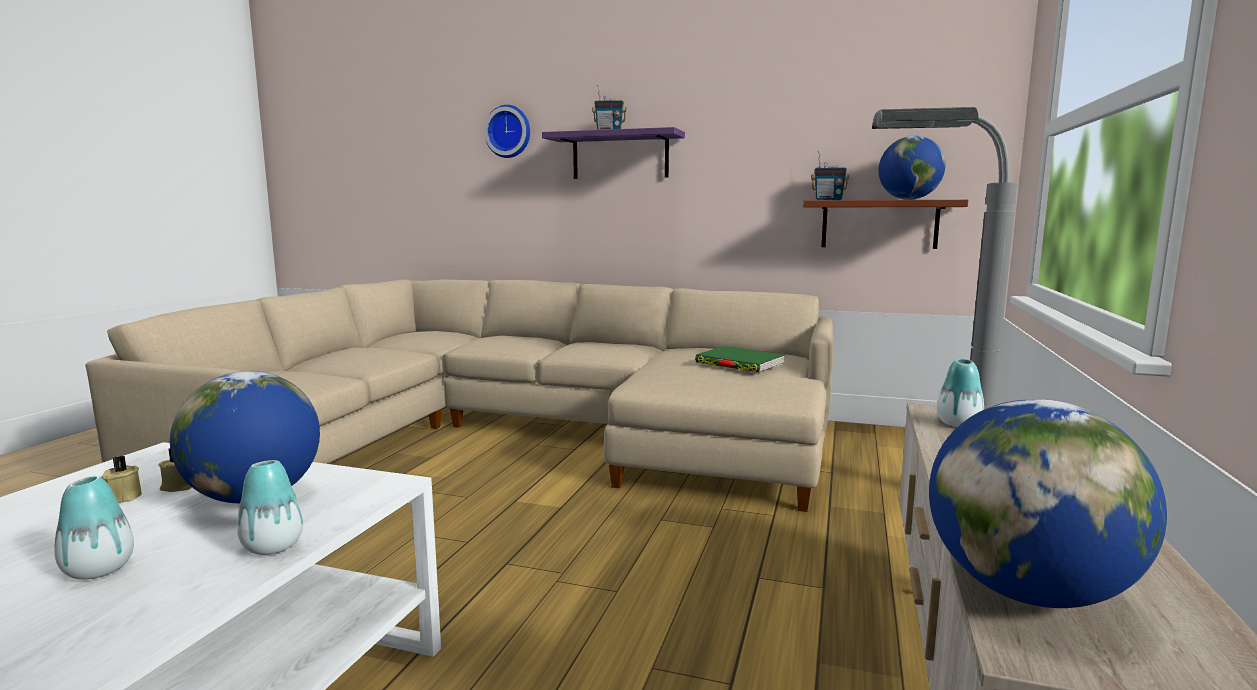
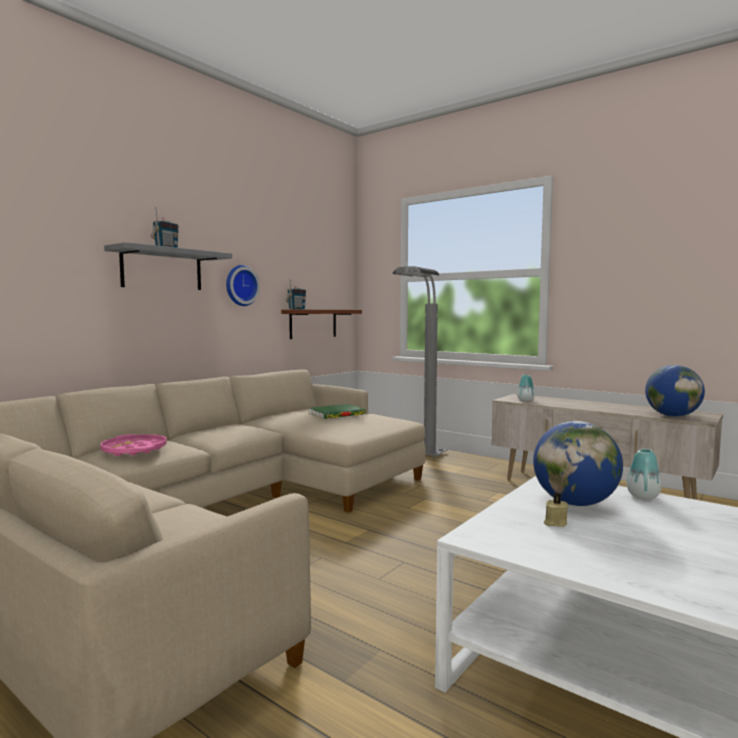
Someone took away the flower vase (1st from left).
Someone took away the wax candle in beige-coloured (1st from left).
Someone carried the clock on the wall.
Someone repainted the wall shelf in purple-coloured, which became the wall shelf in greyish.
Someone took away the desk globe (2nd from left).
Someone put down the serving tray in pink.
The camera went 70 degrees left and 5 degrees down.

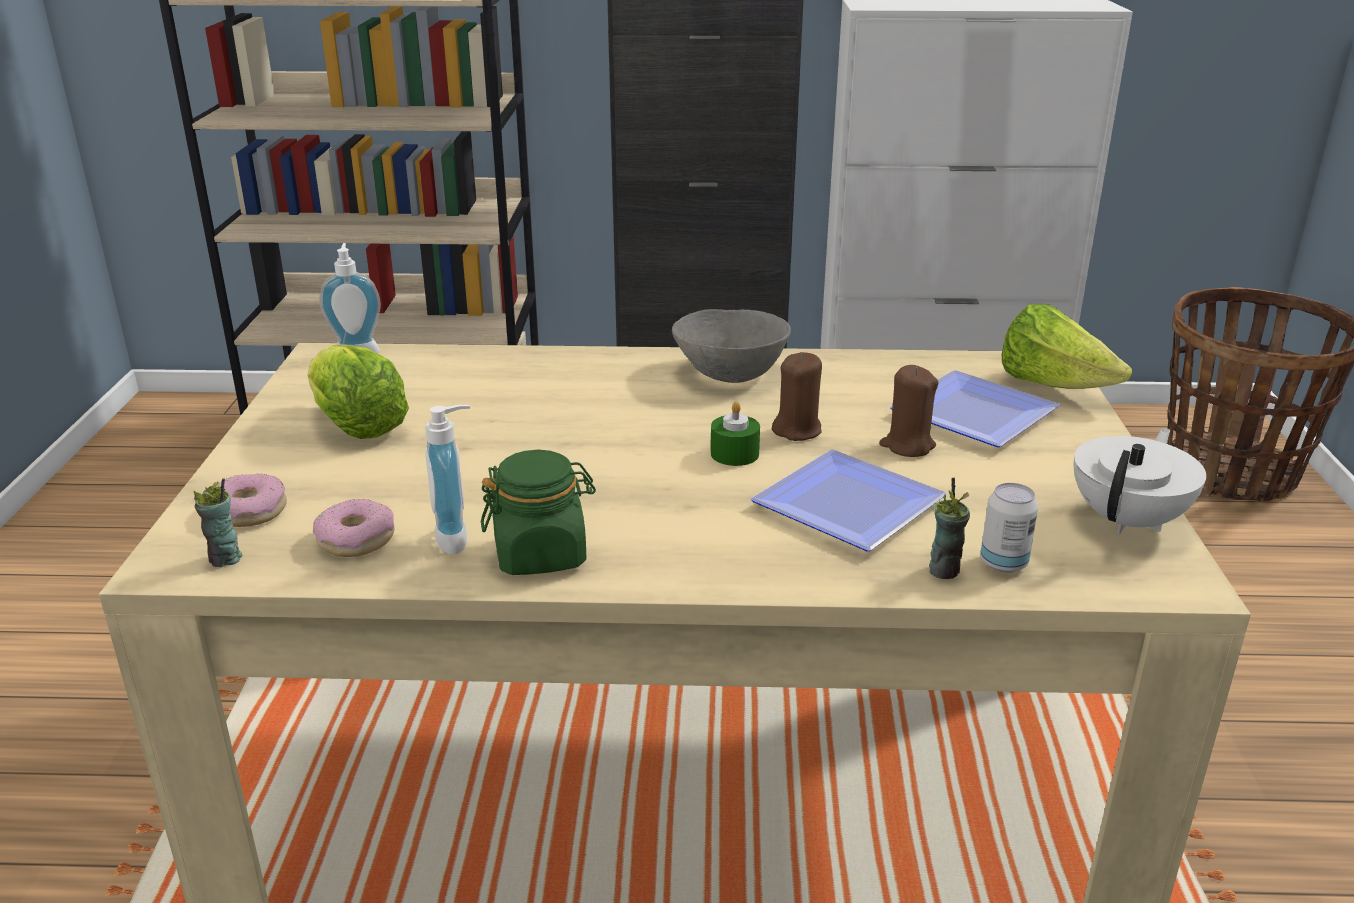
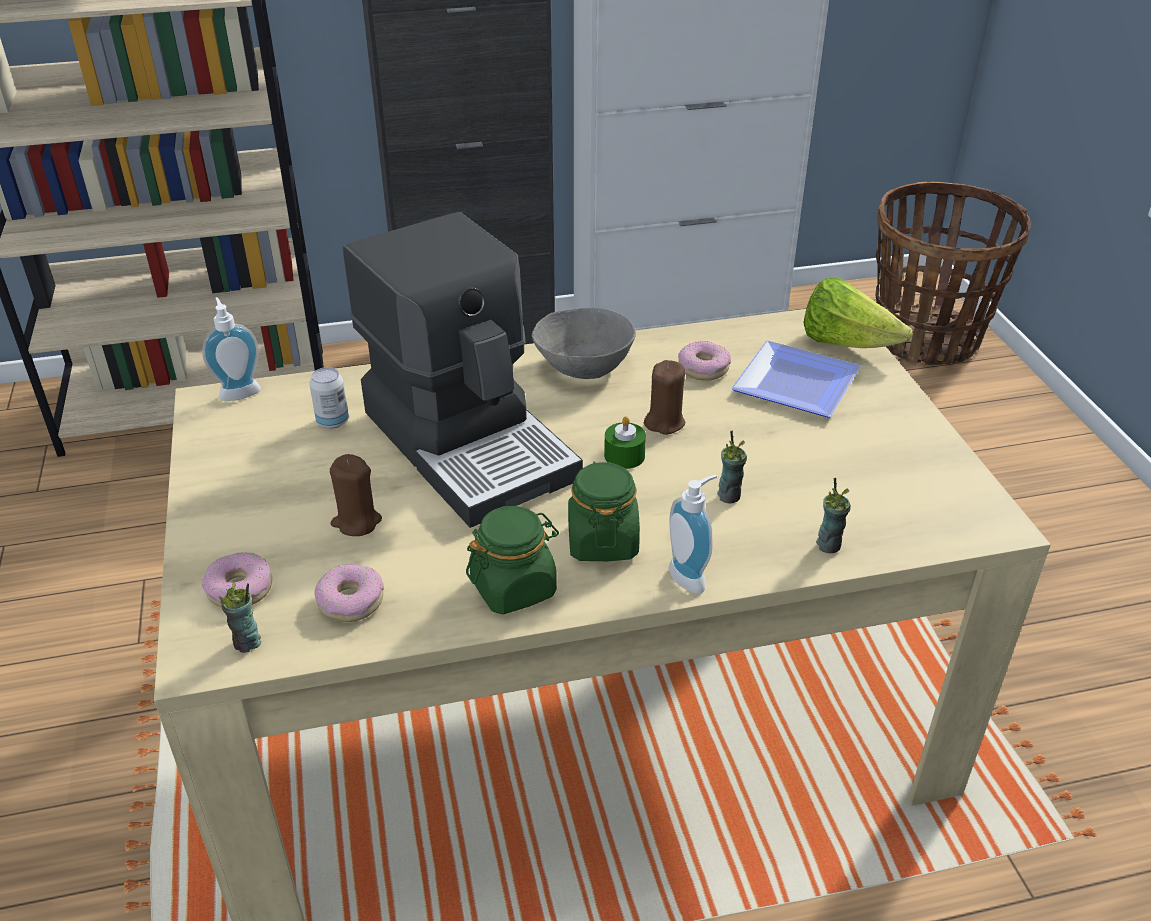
Someone took away the lettuce head (1st from left).
Someone carried the soap dispenser (2nd from left).
Someone swapped the flat dish (1st from left) for the small cup (2nd from left).
Someone carried the wax candle in brown (2nd from left in the first image).
Someone carried the sealed can.
Someone took away the tea pot in white-coloured.
Someone put down the coffee brewer.
Someone put down the preserve jar in green-coloured (2nd from left).
Someone put down the donut (3rd from left).
The camera went 15 degrees left and 10 degrees up.

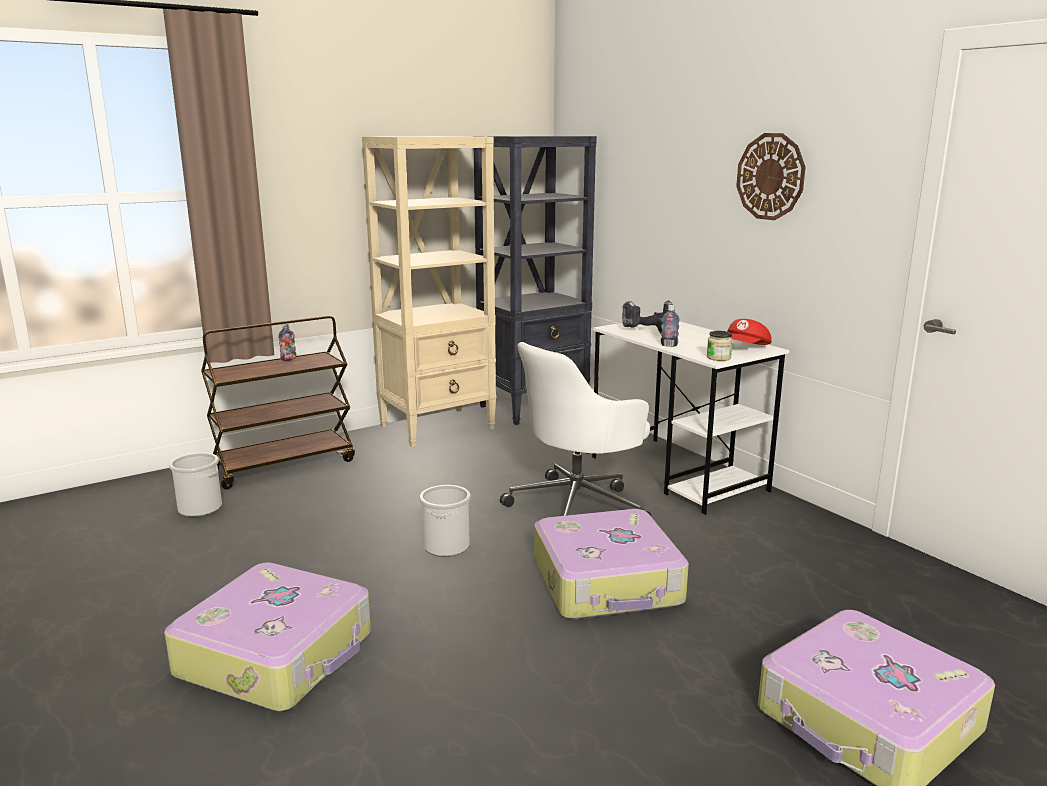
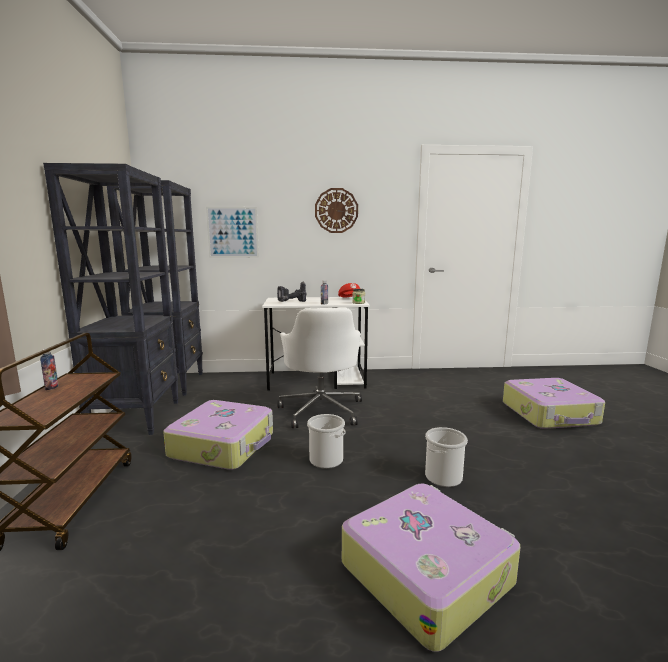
Someone carried the water bucket (1st from left in the first image).
Someone repainted the bookcase in beige-coloured, which became the bookcase in blackish (1st from left).
Someone carried the travel case (2nd from left in the first image).
Someone put up the wall picture.
The camera went 60 degrees left and 5 degrees down.

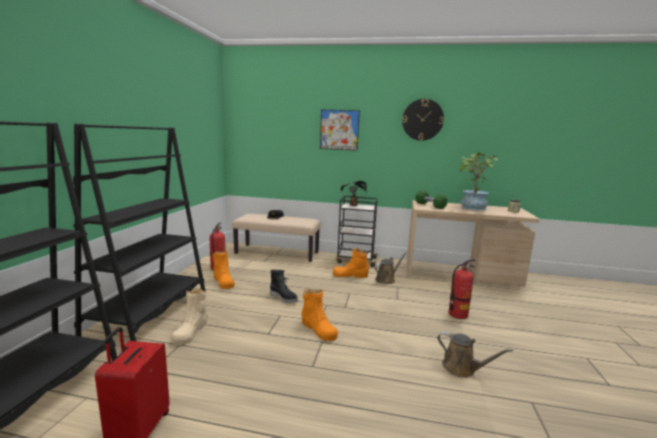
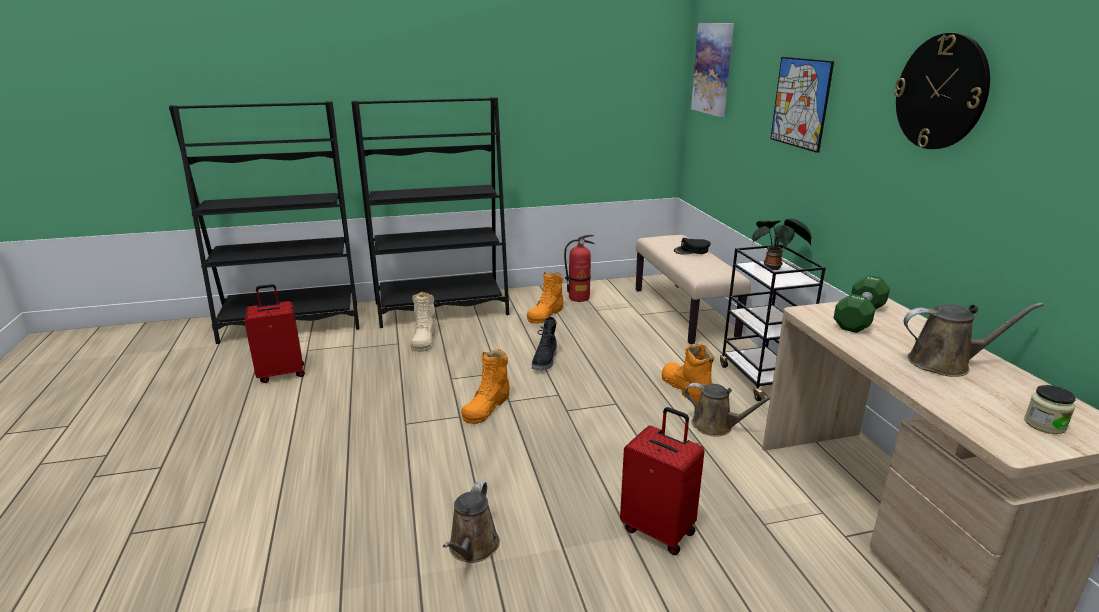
Someone rotated the boot in beige-coloured by 75 degrees counterclockwise.
Someone swapped the fire extinguisher (2nd from left) for the travel case in red (2nd from left).
Someone swapped the potted plant (2nd from left) for the watering pot in brown (3rd from left).
Someone put up the wall picture (1st from left).
The camera went 65 degrees right and 10 degrees up.

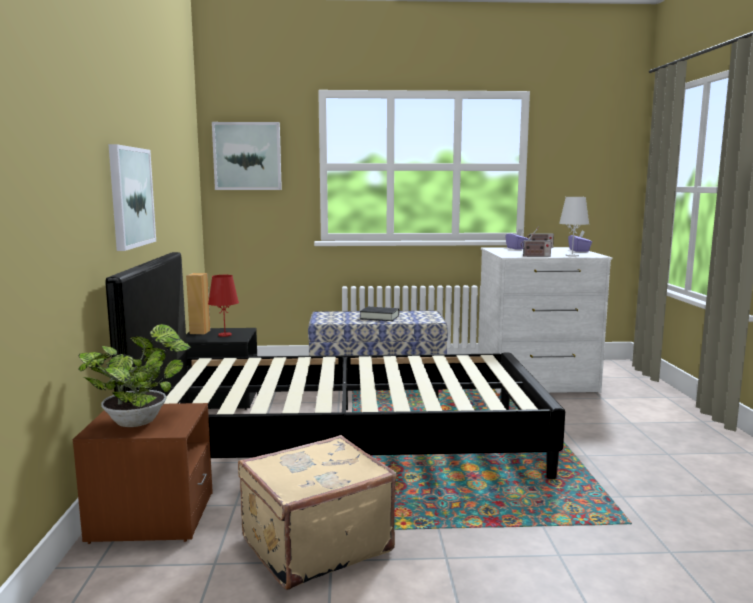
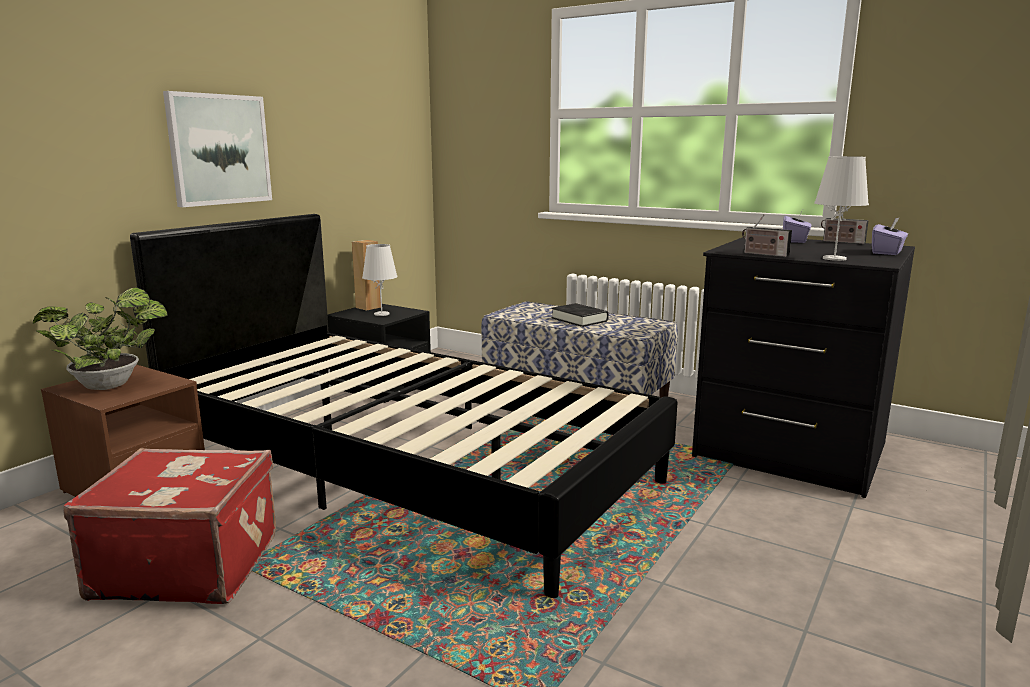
Someone repainted the lamp for a table in red, which became the lamp for a table in white-coloured (1st from left).
Someone took away the wall picture (2nd from left).
Someone repainted the travel case in beige-coloured, which became the travel case in red.
Someone repainted the dresser in white-coloured, which became the dresser in blackish.
The camera went 35 degrees right and 5 degrees up.

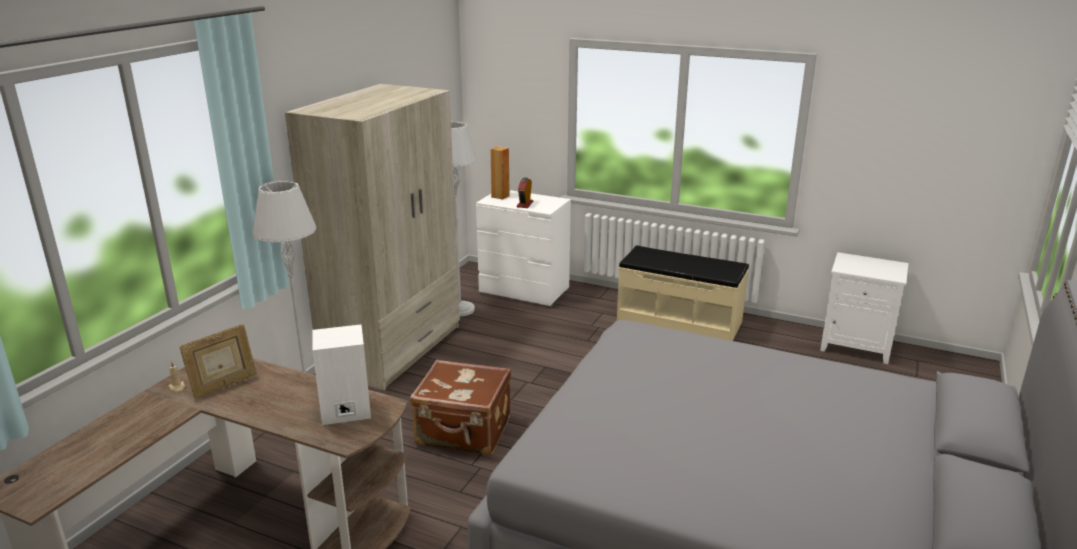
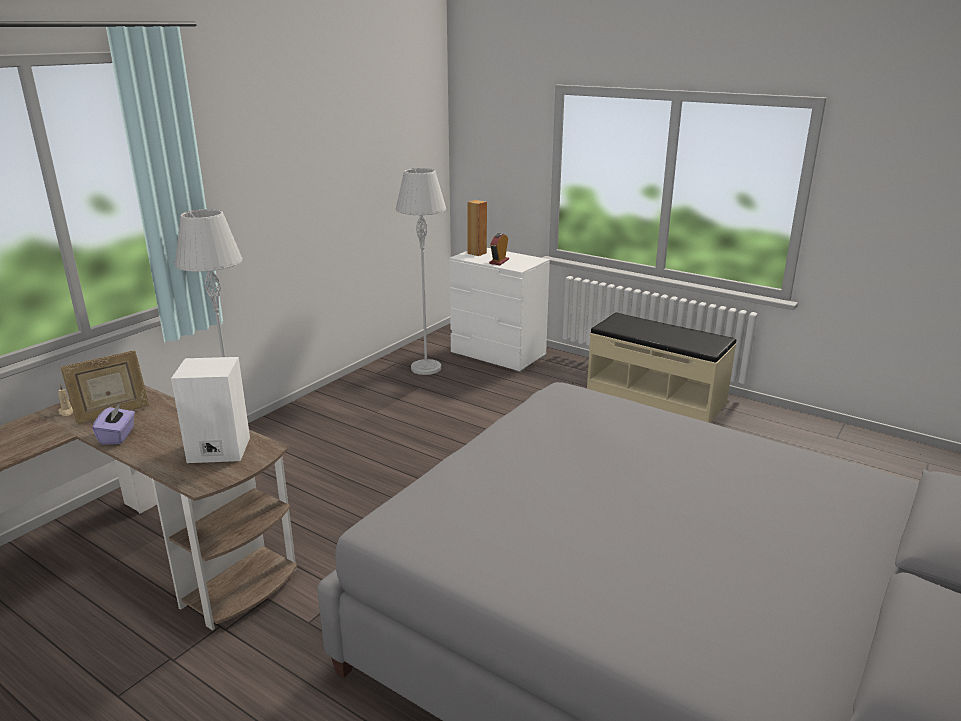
Someone took away the wardrobe in beige-coloured.
Someone took away the travel case in brown.
Someone took away the night table in white-coloured.
Someone put down the tissue holder in purple-coloured.
The camera went 10 degrees right and 0 degrees up.

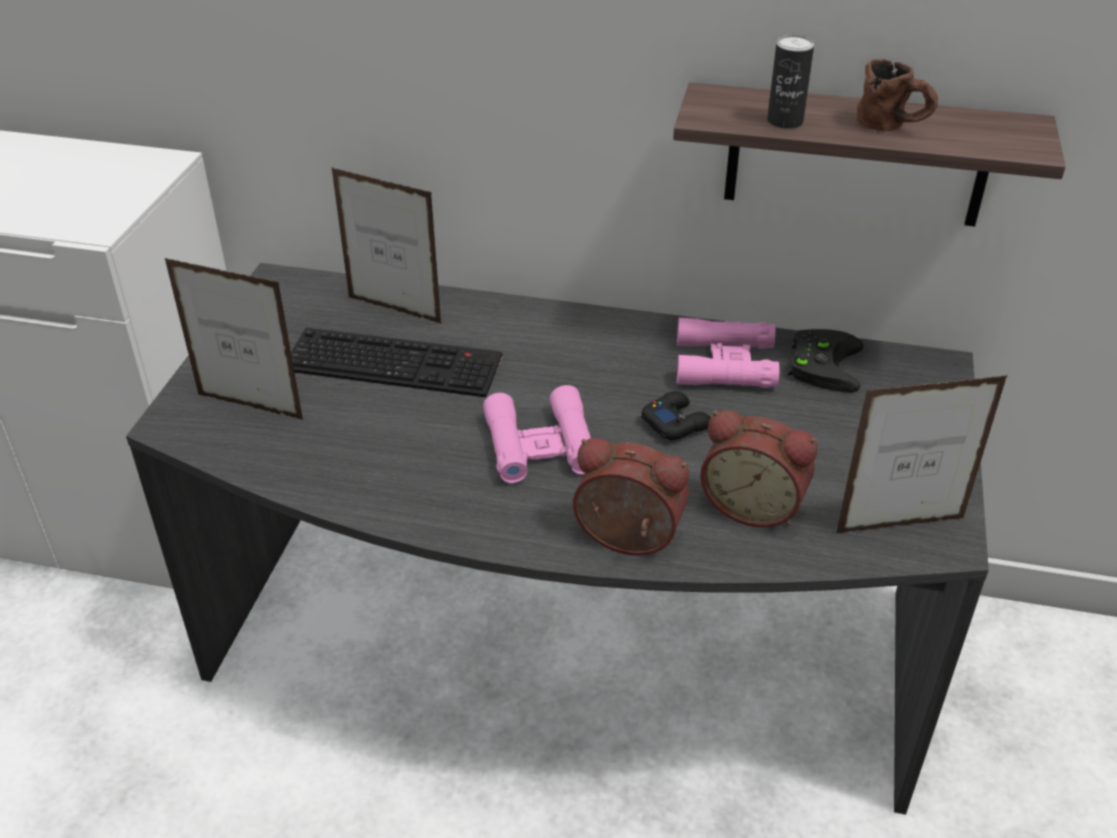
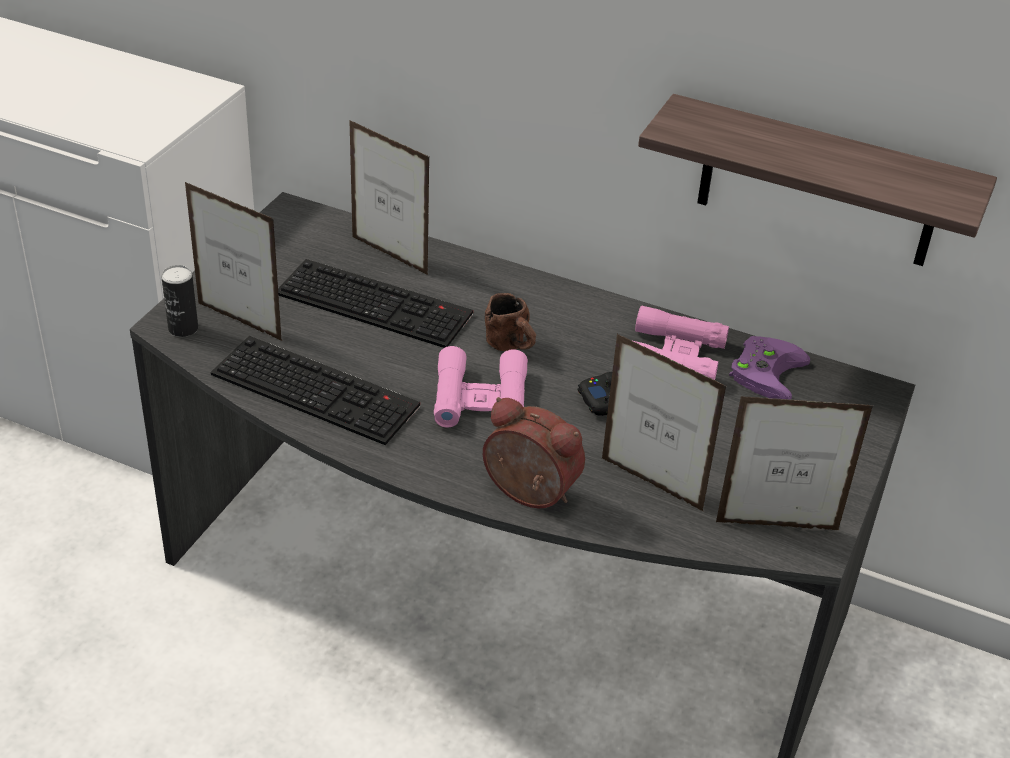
Someone swapped the table clock (2nd from left) for the photo frame (3rd from left).
Someone carried the sealed can.
Someone repainted the gamepad in blackish (2nd from left), which became the gamepad in purple-coloured.
Someone carried the coffee mug in brown.
Someone put down the PC keyboard (1st from left).
The camera went 10 degrees right and 0 degrees up.

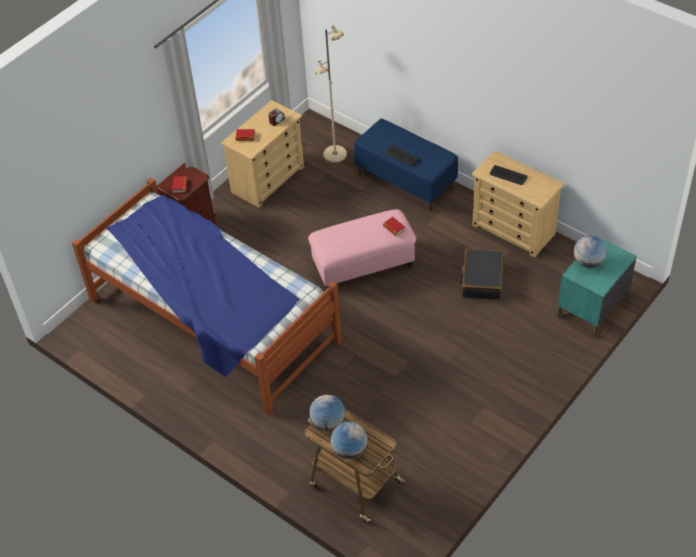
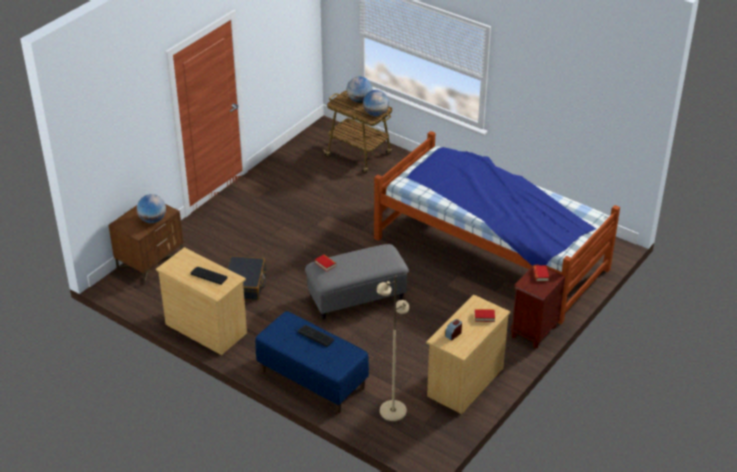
Someone repainted the ottoman in pink, which became the ottoman in greyish.
Someone repainted the night table in blue-green, which became the night table in brown (1st from left).
The camera went 175 degrees right and 10 degrees down.

